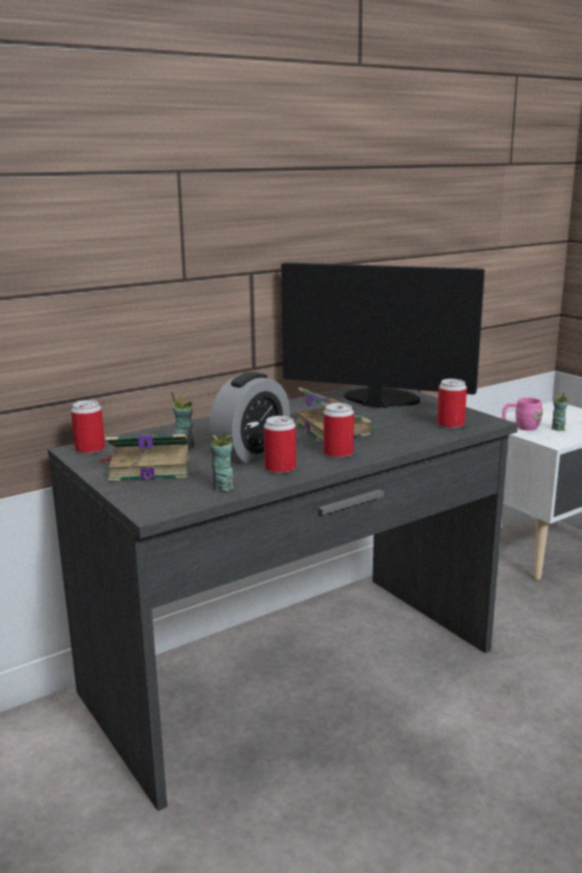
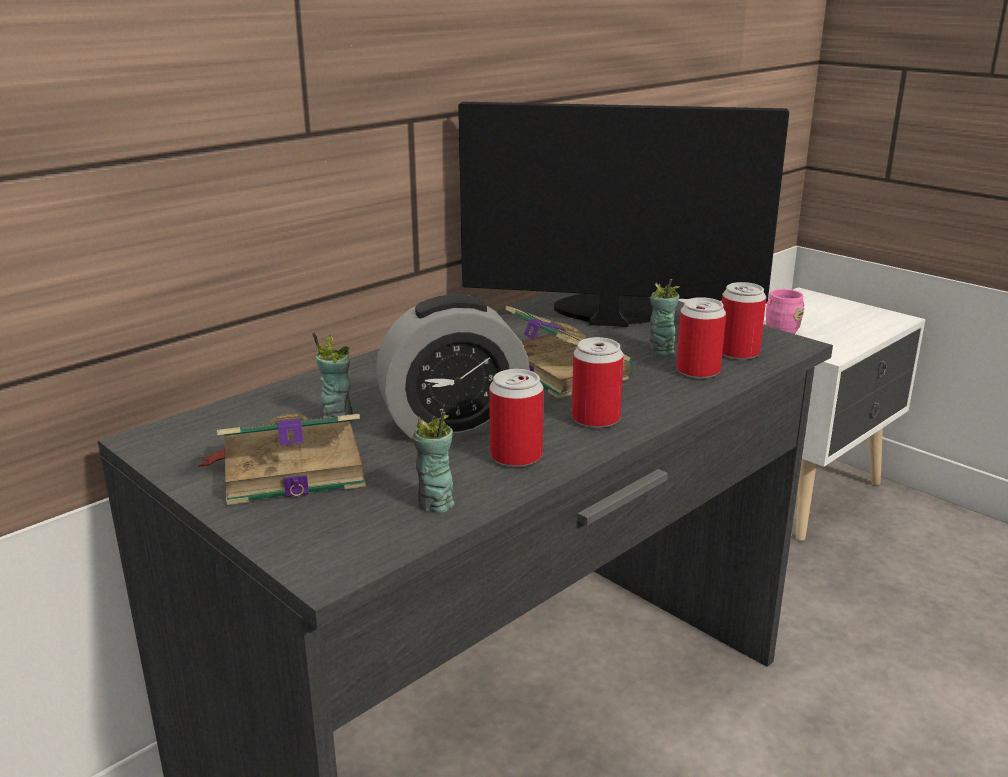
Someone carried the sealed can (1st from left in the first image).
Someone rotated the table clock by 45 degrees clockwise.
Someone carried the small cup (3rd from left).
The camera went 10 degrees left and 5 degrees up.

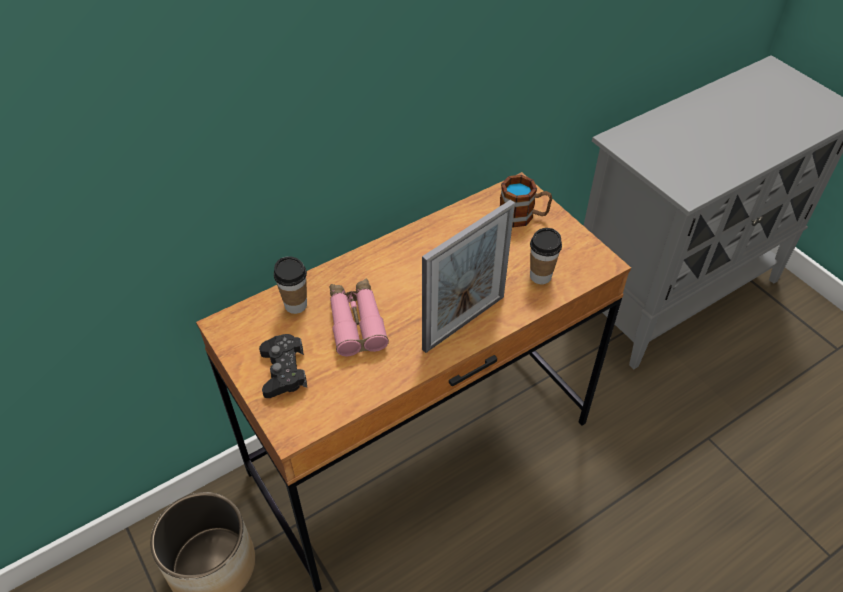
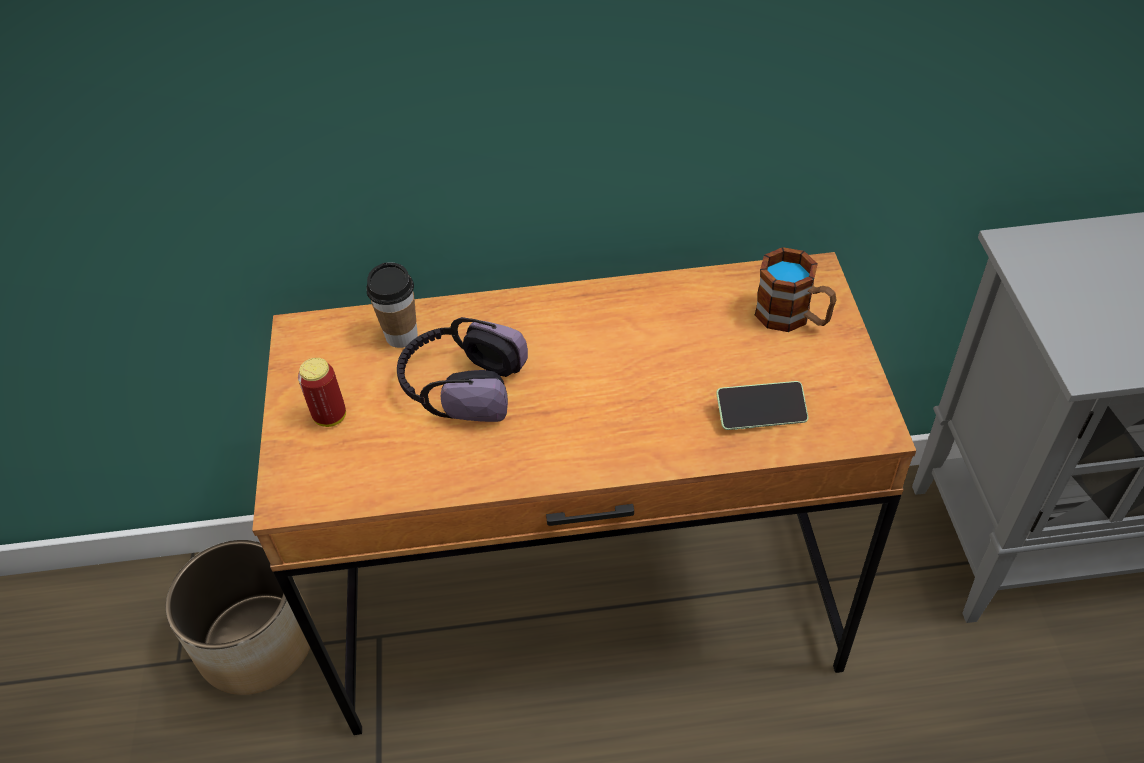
Someone swapped the gamepad in blackish for the sealed can.
Someone swapped the field glasses in pink for the headset.
Someone took away the photo frame.
Someone swapped the small cup (2nd from left) for the telephone.
The camera went 30 degrees right and 0 degrees up.

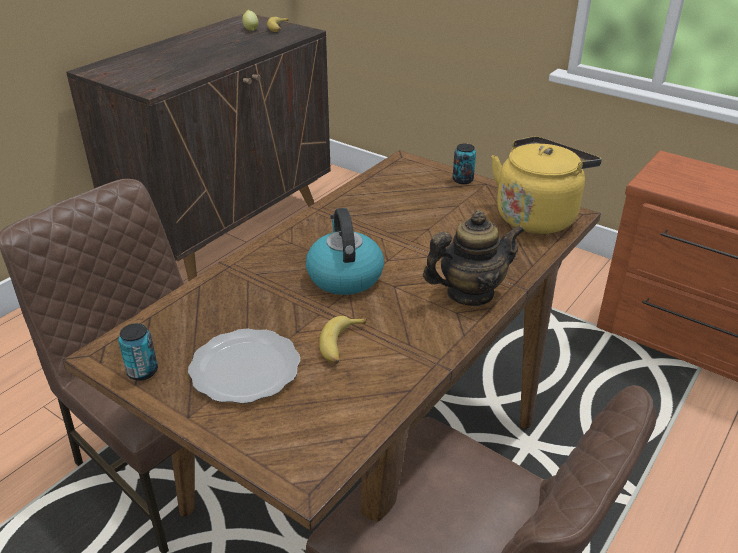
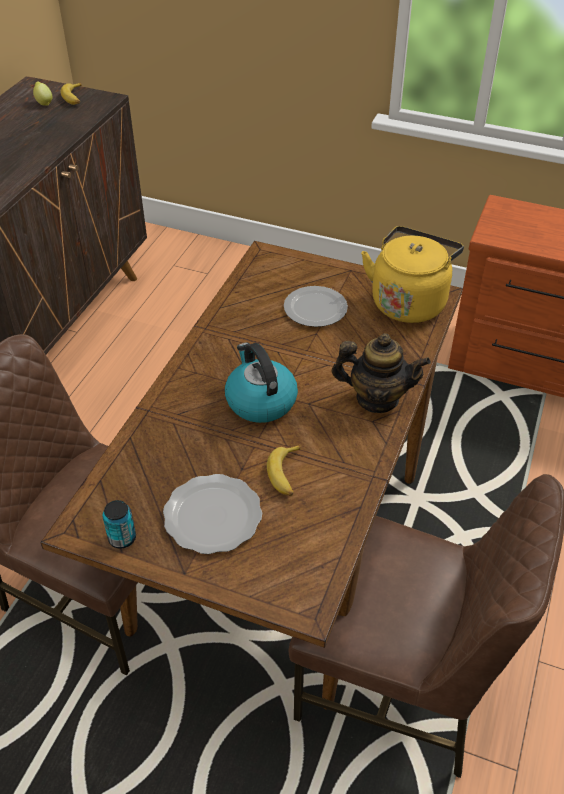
Someone rotated the tea pot by 45 degrees clockwise.
Someone took away the sealed can (2nd from left).
Someone put down the flat dish (2nd from left).
The camera went 15 degrees left and 10 degrees up.

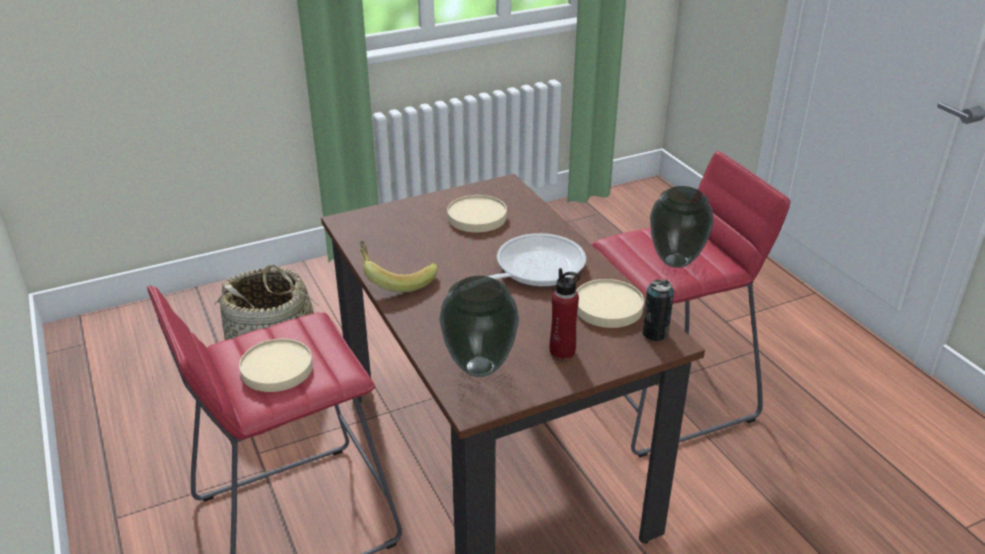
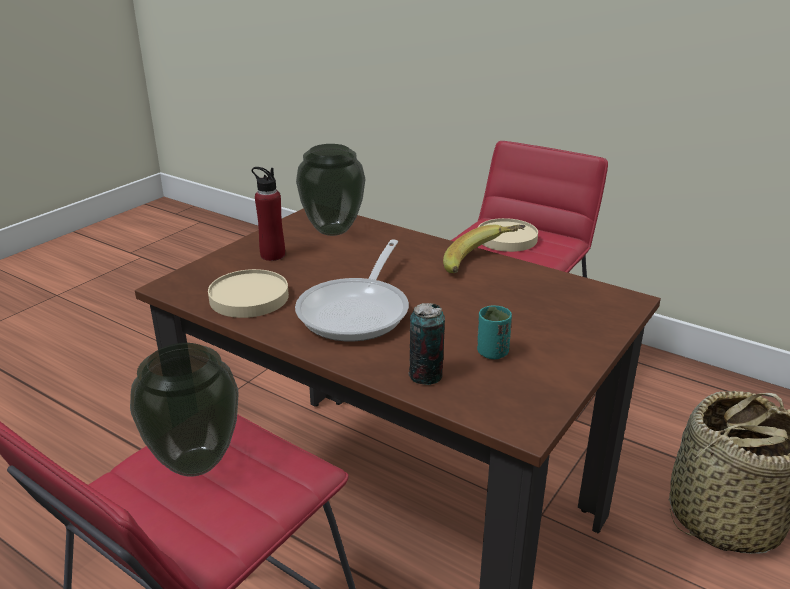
Someone swapped the flat dish in beige-coloured (2nd from left) for the small cup in blue-green.
Someone carried the sealed can.
The camera went 150 degrees right and 5 degrees down.

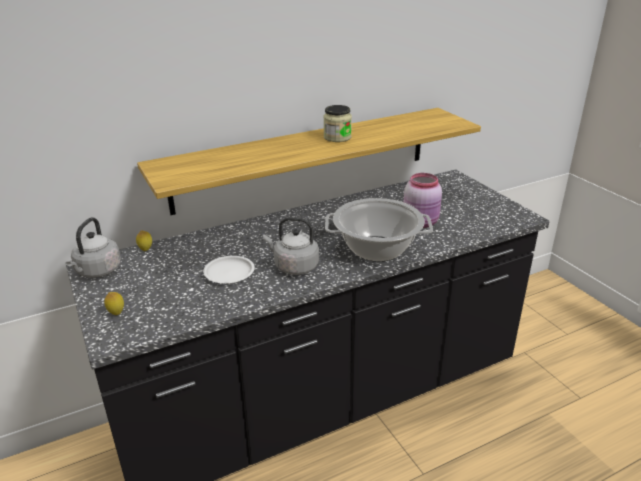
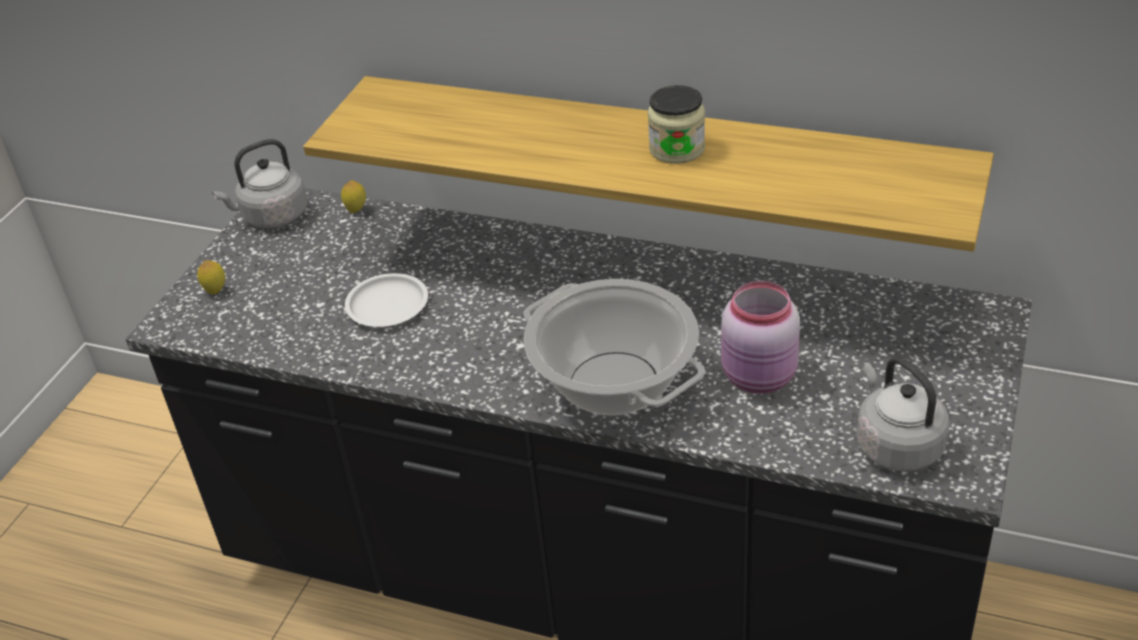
Someone carried the water kettle in greyish (2nd from left).
The camera went 50 degrees right and 10 degrees up.

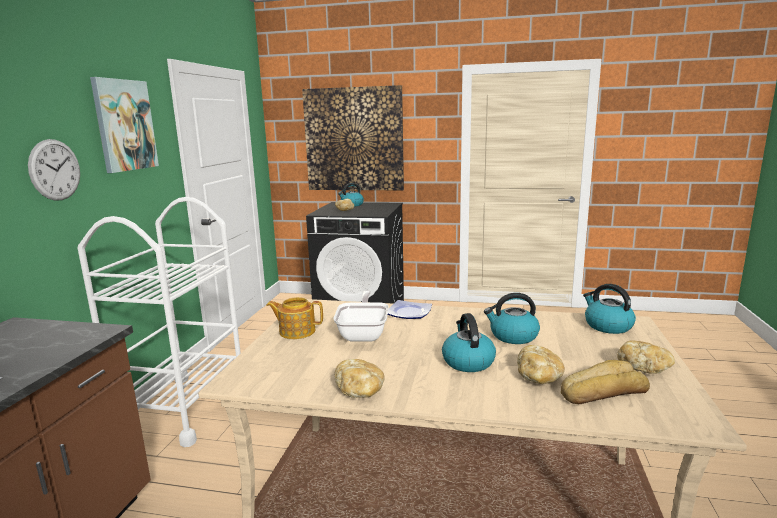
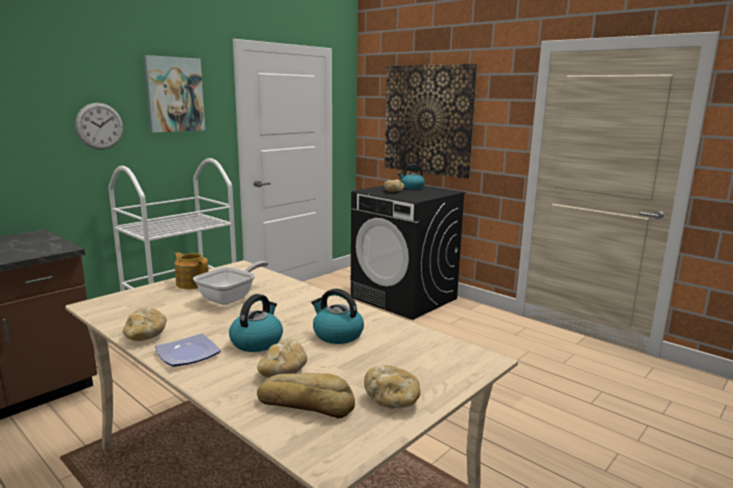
Someone carried the flat dish.
Someone took away the water kettle (4th from left).
The camera went 30 degrees right and 0 degrees up.

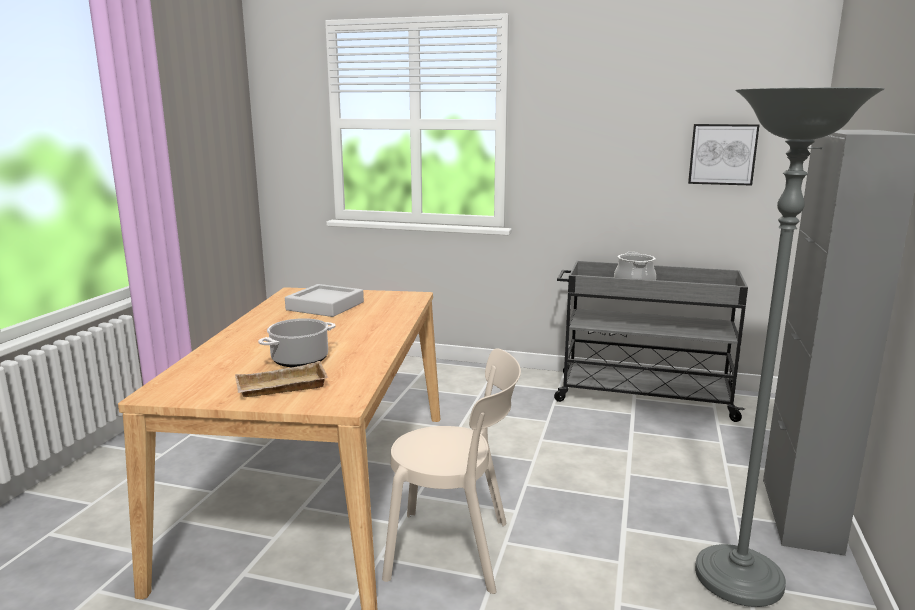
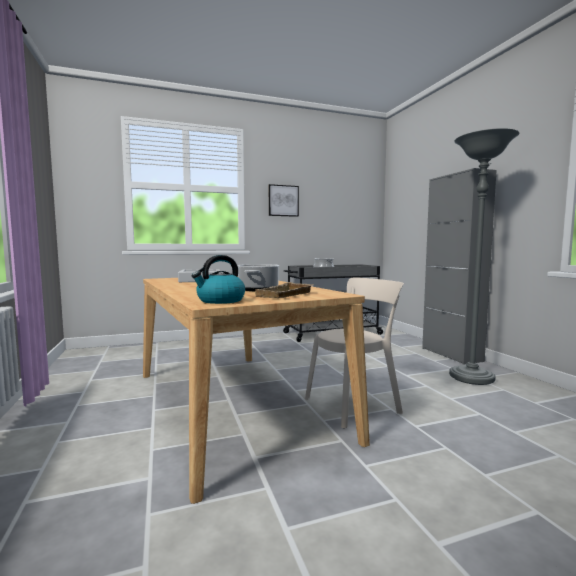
Someone carried the wall picture.
Someone put down the water kettle.
The camera went 35 degrees left and 10 degrees down.

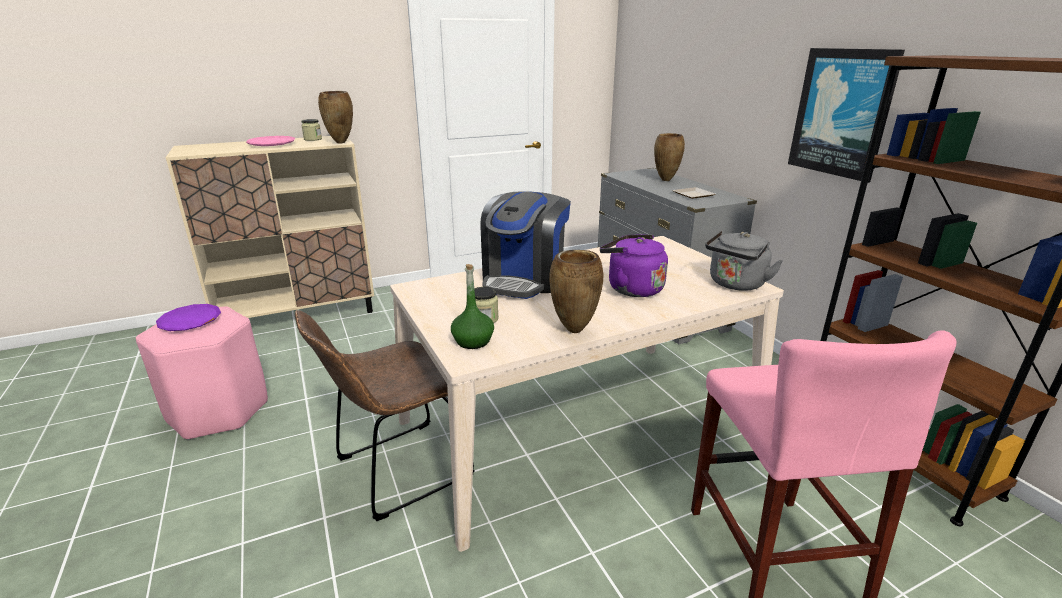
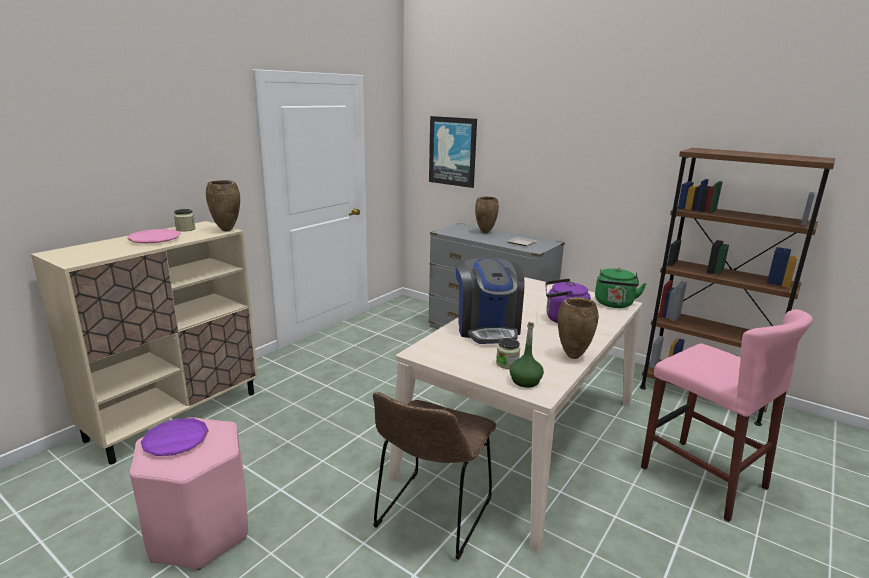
Someone repainted the water kettle in greyish, which became the water kettle in green-coloured.
Someone carried the wall picture.
The camera went 30 degrees left and 5 degrees down.

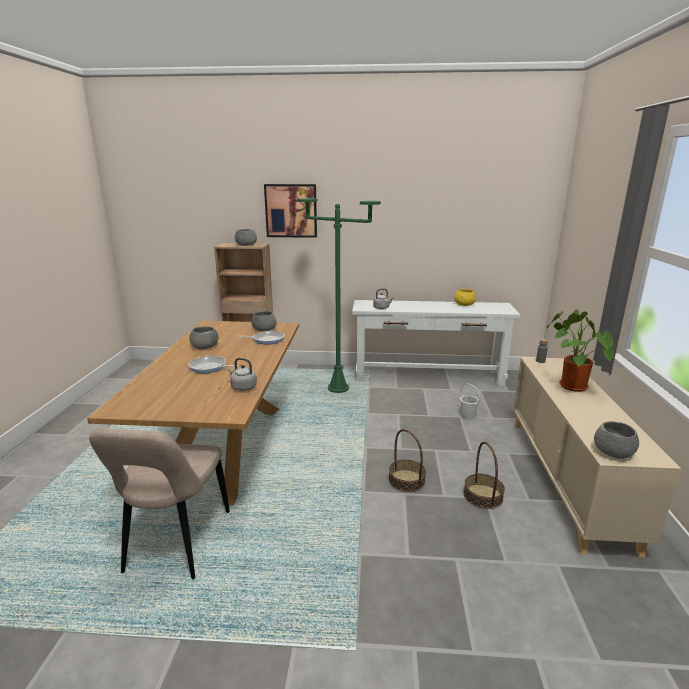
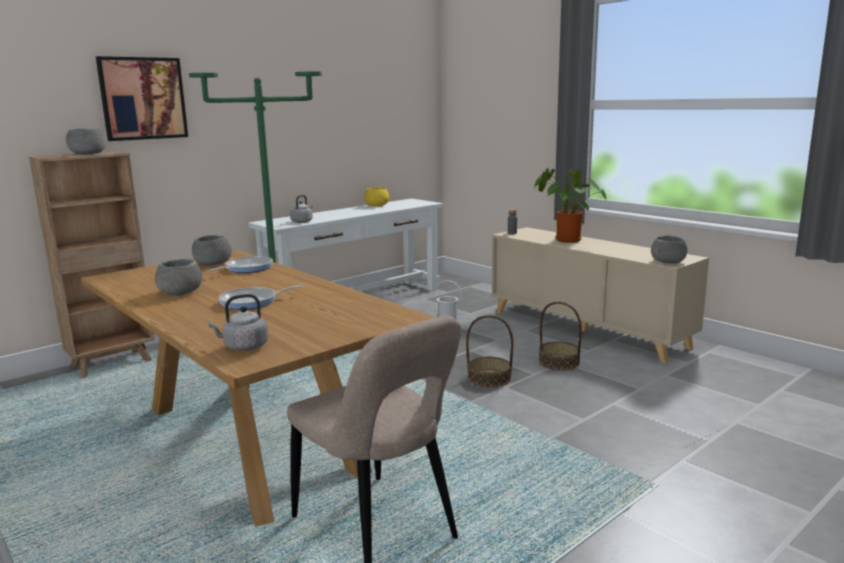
Someone carried the water kettle in greyish (1st from left).
The camera went 45 degrees left and 5 degrees down.

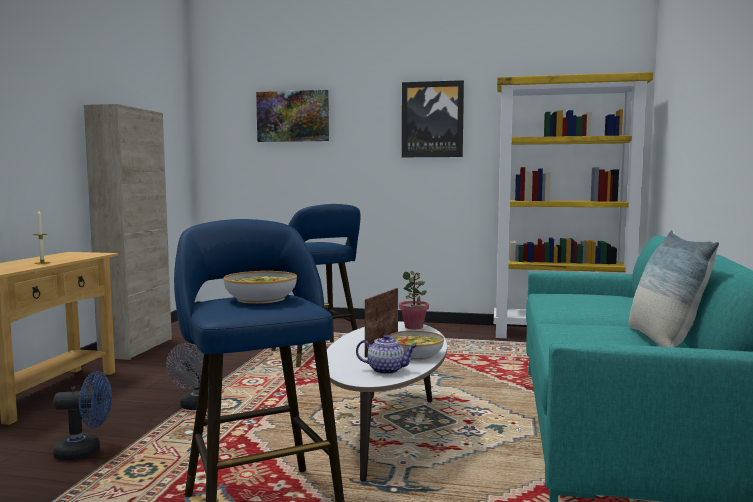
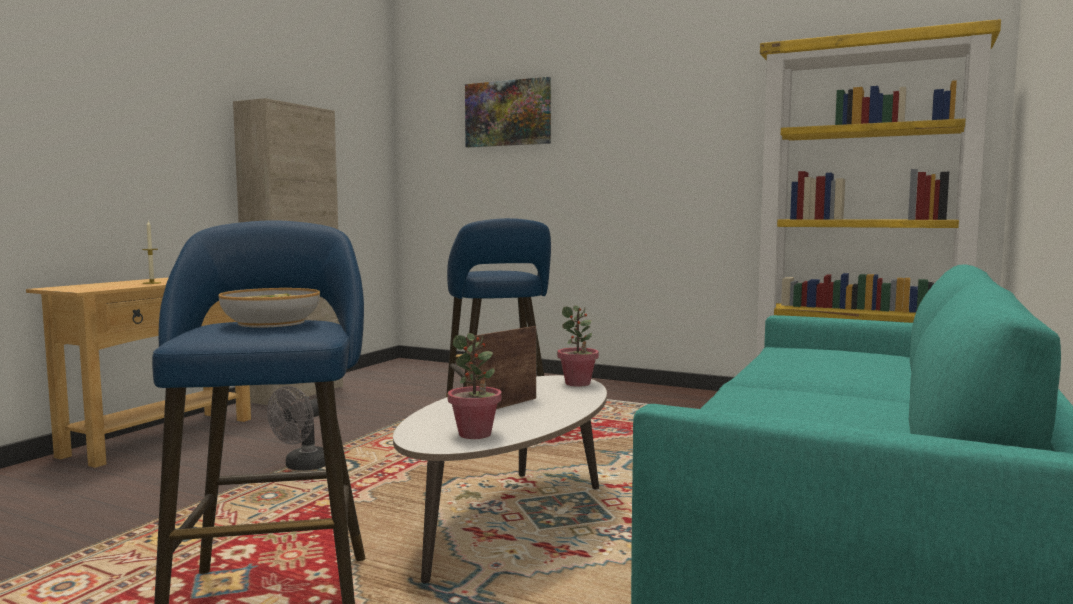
Someone took away the cooling fan in bluish.
Someone swapped the tea pot for the potted plant (1st from left).
Someone took away the serving bowl (2nd from left).
Someone took away the wall picture (2nd from left).
Someone took away the cushion.
The camera went 15 degrees right and 0 degrees up.

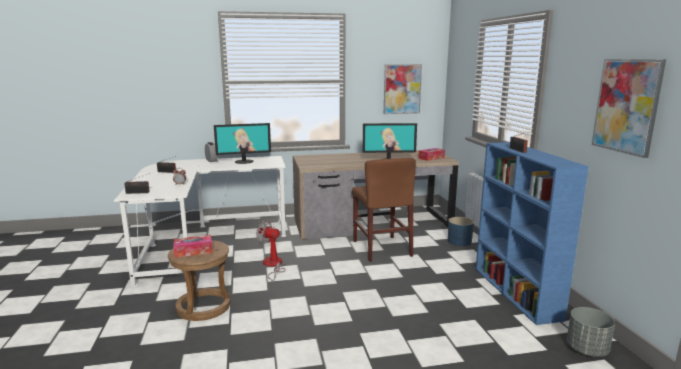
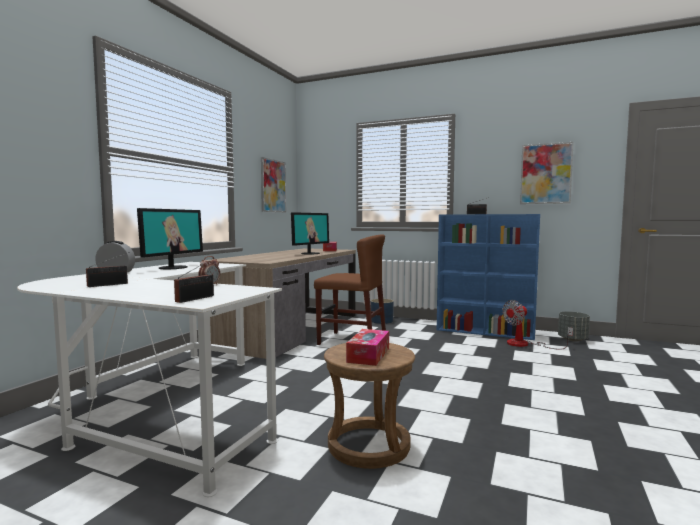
Someone carried the cooling fan.
The camera went 55 degrees left and 10 degrees down.

